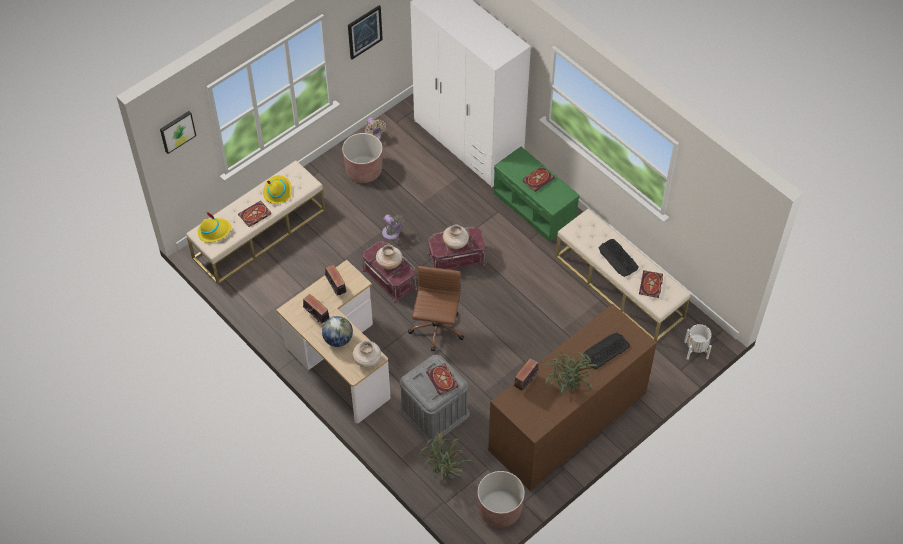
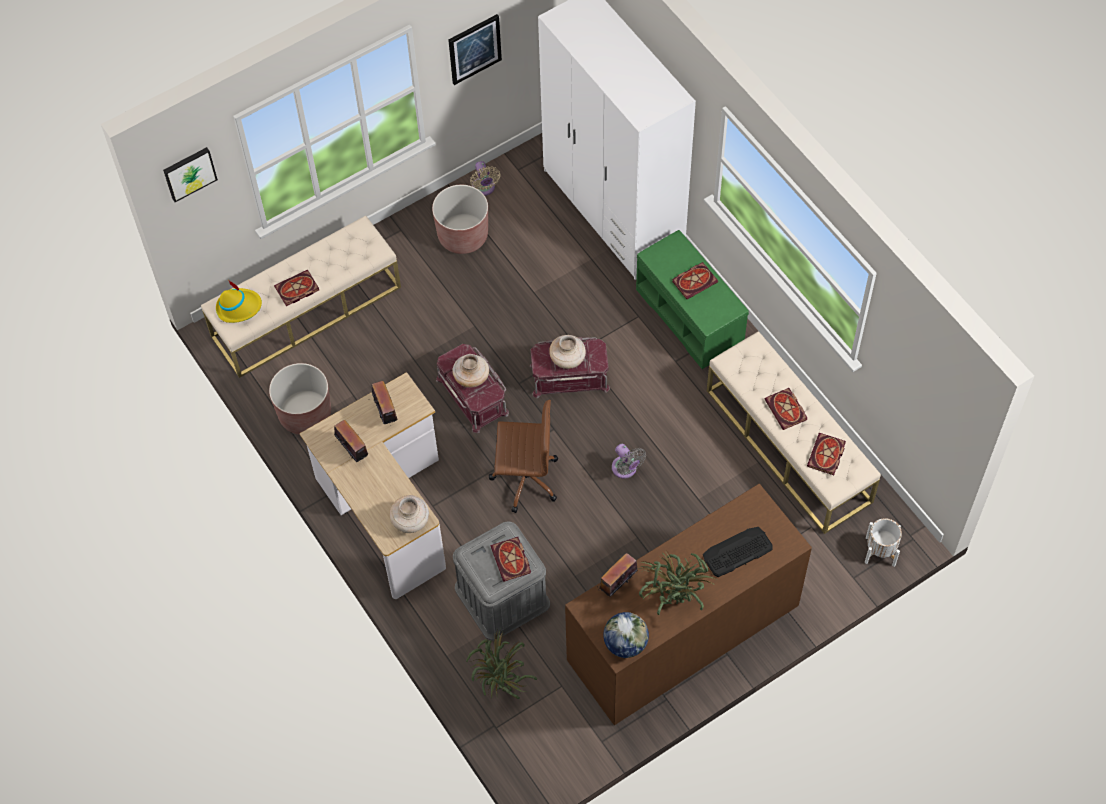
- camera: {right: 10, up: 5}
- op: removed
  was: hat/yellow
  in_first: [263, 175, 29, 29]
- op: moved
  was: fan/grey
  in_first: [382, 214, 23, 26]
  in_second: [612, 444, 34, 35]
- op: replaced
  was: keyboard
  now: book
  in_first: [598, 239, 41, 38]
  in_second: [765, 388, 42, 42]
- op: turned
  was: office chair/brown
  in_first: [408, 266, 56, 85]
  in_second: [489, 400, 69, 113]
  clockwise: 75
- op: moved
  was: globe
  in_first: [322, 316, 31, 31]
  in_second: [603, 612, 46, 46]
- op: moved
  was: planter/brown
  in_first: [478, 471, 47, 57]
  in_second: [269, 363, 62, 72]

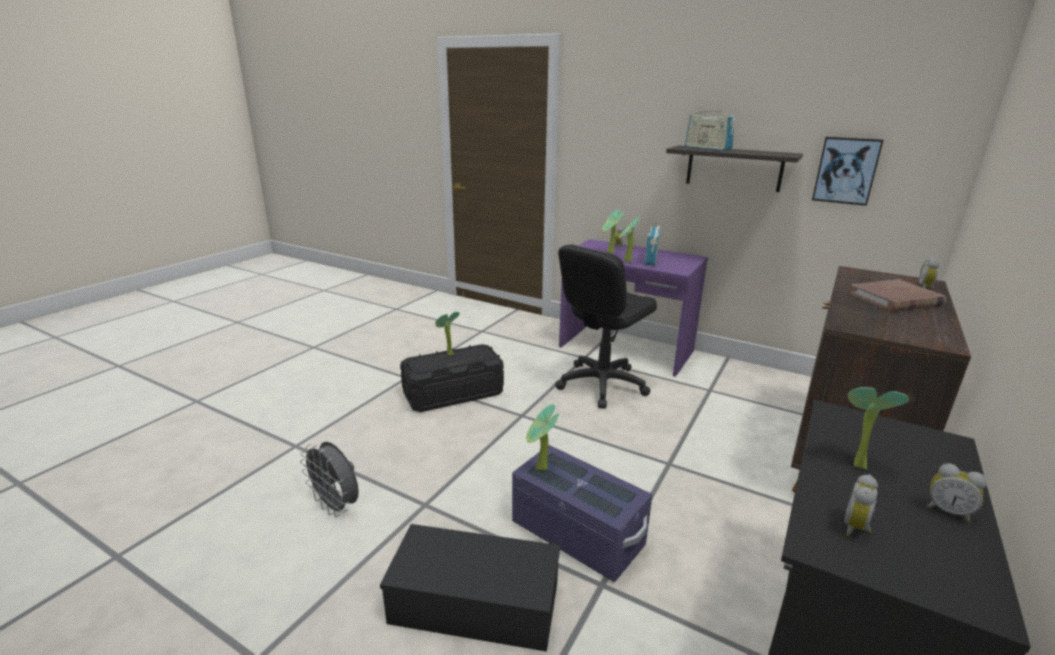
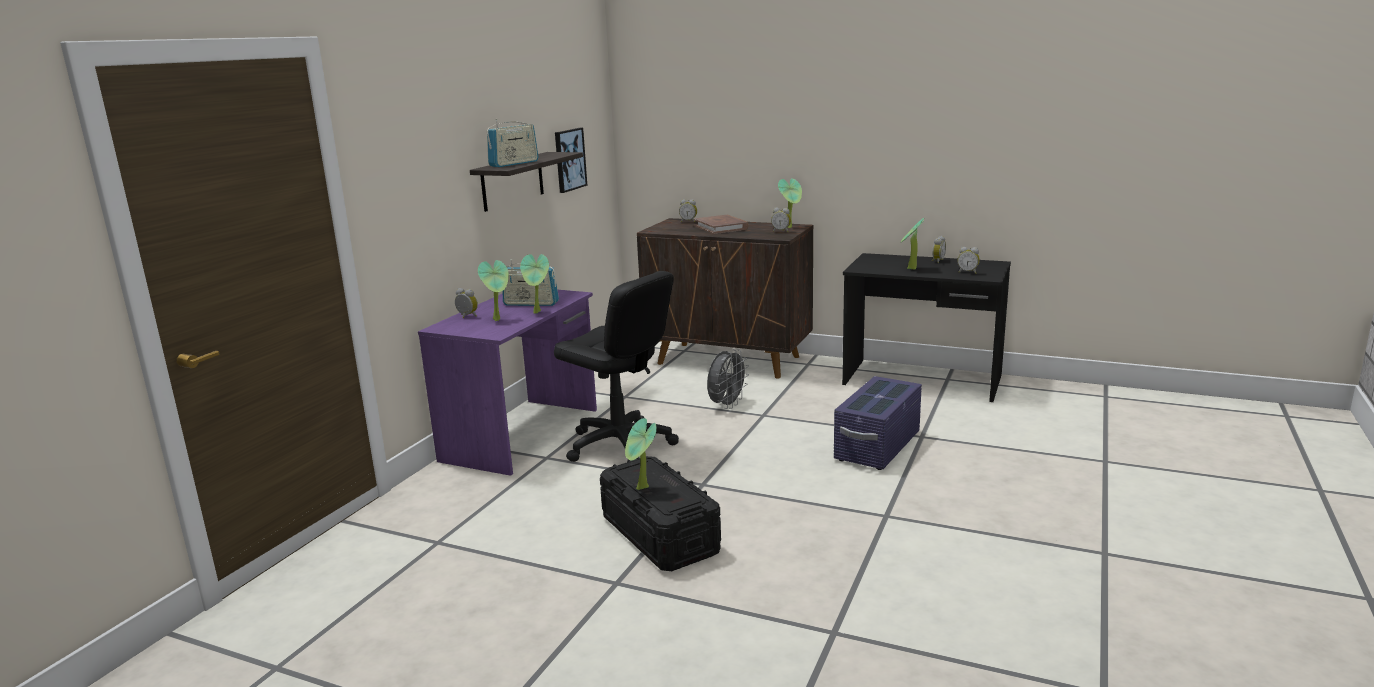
- camera: {right: -95, up: -5}
- op: moved
  was: potted plant
  in_first: [526, 404, 33, 66]
  in_second: [778, 178, 24, 50]
- op: moved
  was: fan/grey
  in_first: [300, 442, 59, 75]
  in_second: [707, 349, 42, 60]
- op: removed
  was: storage box/black
  in_first: [380, 524, 180, 128]
- op: added
  now: alarm clock
  in_second: [771, 208, 20, 24]

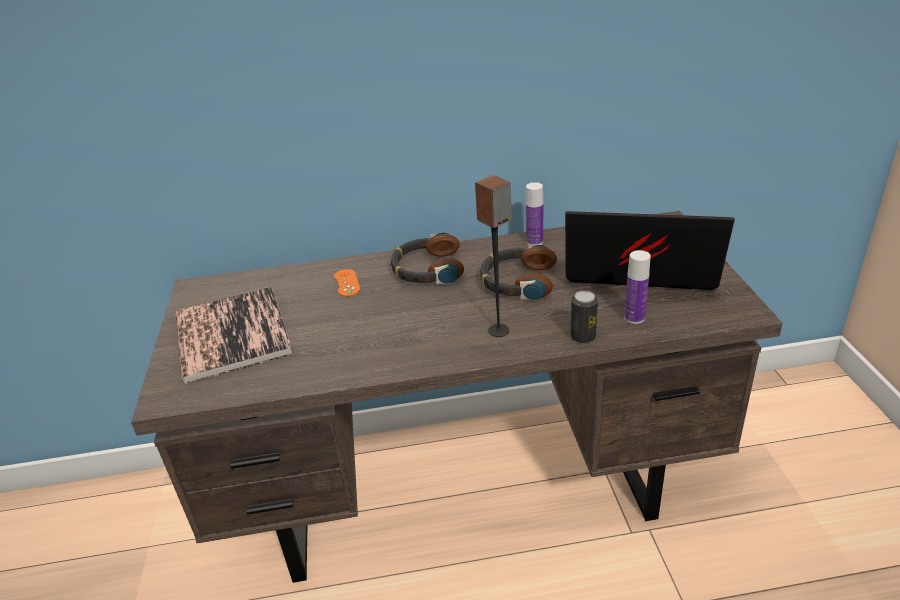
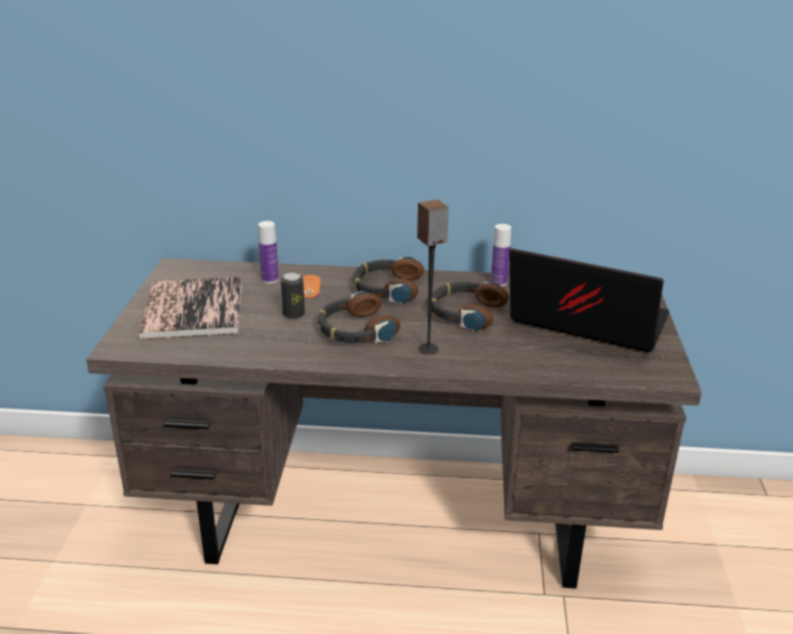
- camera: {right: 10, up: -5}
- op: moved
  was: bottle
  in_first: [624, 250, 27, 74]
  in_second: [258, 221, 21, 63]
- op: moved
  was: can
  in_first: [570, 290, 28, 54]
  in_second: [281, 272, 24, 47]
- op: added
  now: headphones
  in_second: [318, 291, 82, 52]

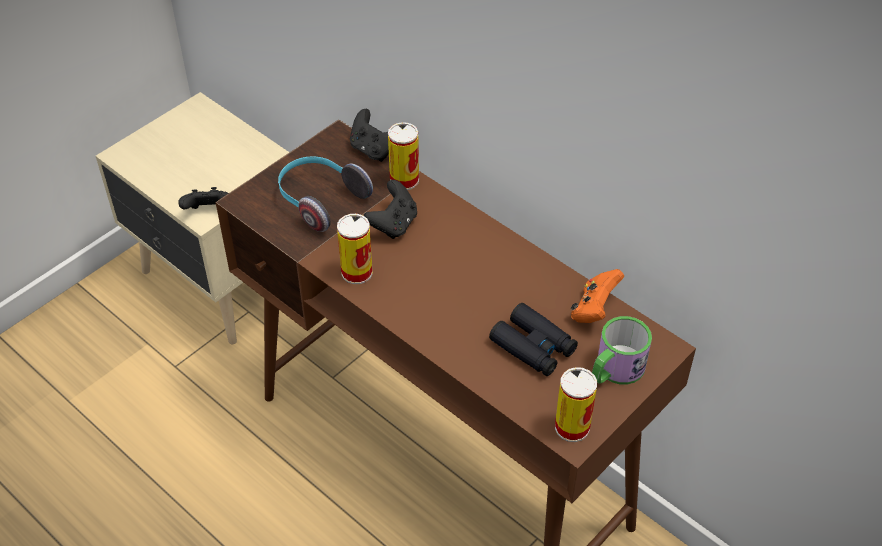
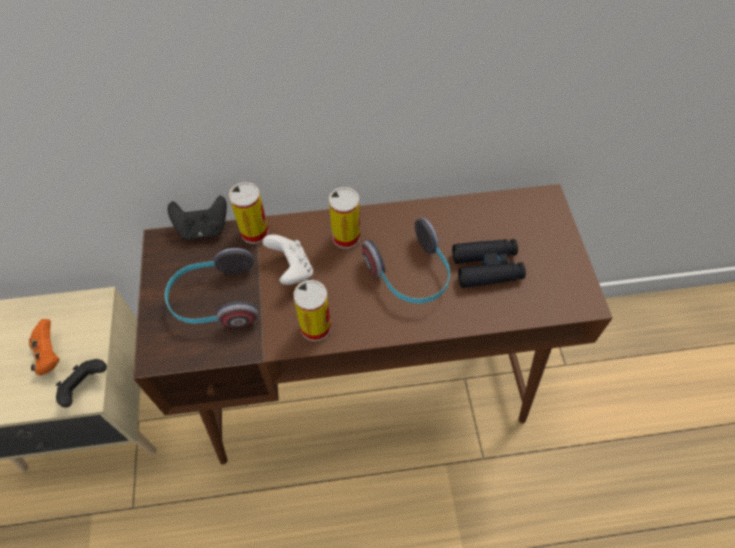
- camera: {right: -50, up: 10}
- op: recoloured
  was: game controller/black
  now: game controller/white
  in_first: [364, 180, 53, 59]
  in_second: [263, 235, 50, 50]
- op: moved
  was: game controller/orange
  in_first: [571, 269, 53, 54]
  in_second: [29, 319, 31, 57]
- op: removed
  was: mug
  in_first: [592, 316, 60, 69]
- op: moved
  was: can
  in_first: [555, 367, 42, 75]
  in_second: [329, 187, 31, 62]
- op: added
  now: headphones
  in_second: [362, 218, 88, 85]

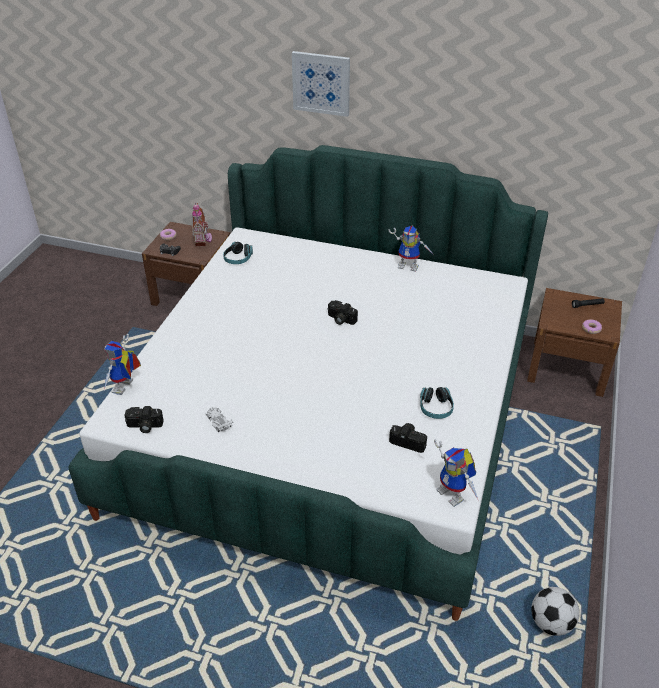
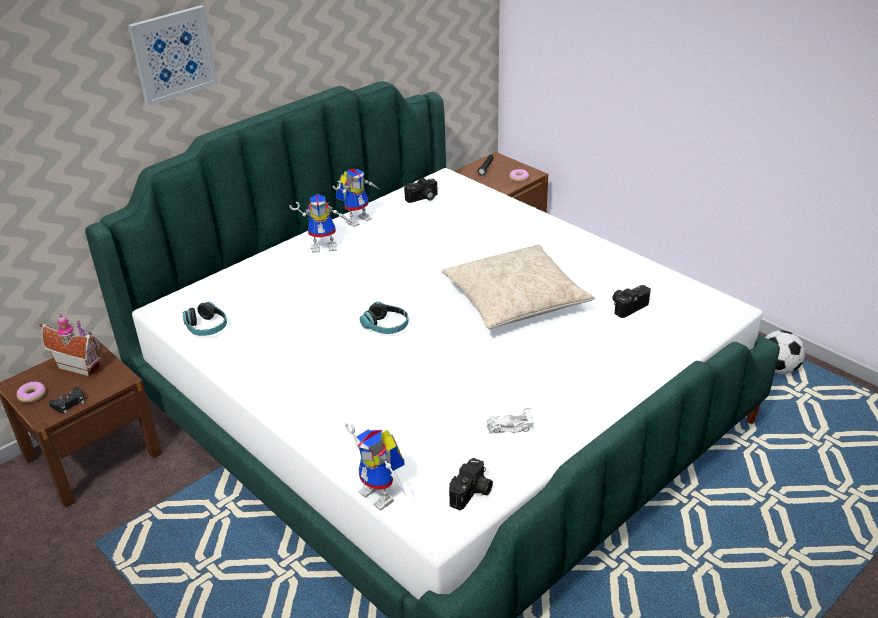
- camera: {right: -60, up: -5}
- op: moved
  was: photo camera
  in_first: [327, 300, 31, 25]
  in_second: [404, 178, 34, 25]
- op: moved
  was: headphones
  in_first: [420, 387, 34, 32]
  in_second: [360, 302, 49, 32]
- op: moved
  was: toy robot
  in_first: [434, 439, 45, 68]
  in_second: [289, 194, 66, 59]
- op: added
  now: pillow/beige
  in_second: [441, 244, 154, 85]

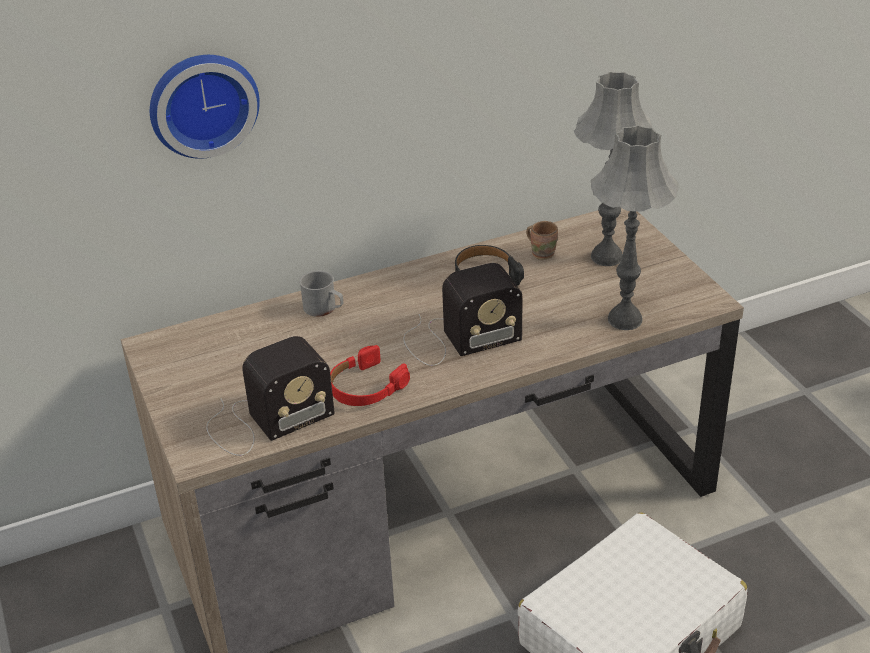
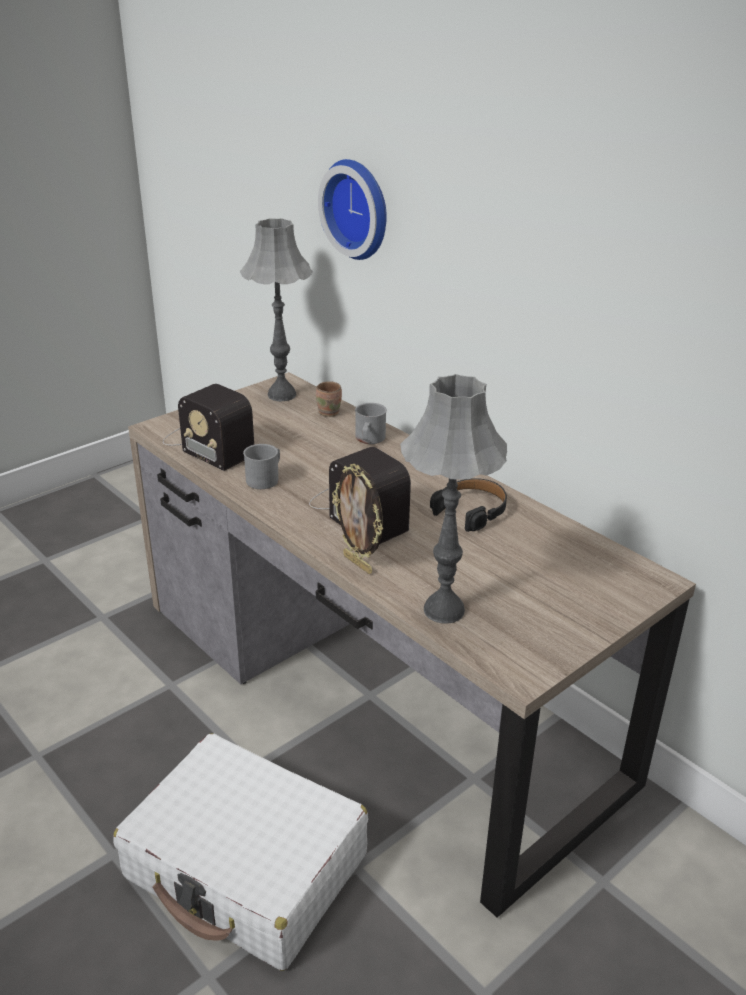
- camera: {right: 70, up: -5}
- op: moved
  was: table lamp/grey
  in_first: [574, 72, 79, 194]
  in_second: [240, 218, 73, 183]
- op: moved
  was: mug/brown
  in_first: [526, 221, 32, 39]
  in_second: [316, 381, 26, 36]
- op: replaced
  was: headphones/red
  now: mug/grey
  in_first: [330, 345, 80, 61]
  in_second: [243, 444, 37, 45]
- op: added
  now: picture frame
  in_second: [332, 464, 51, 110]

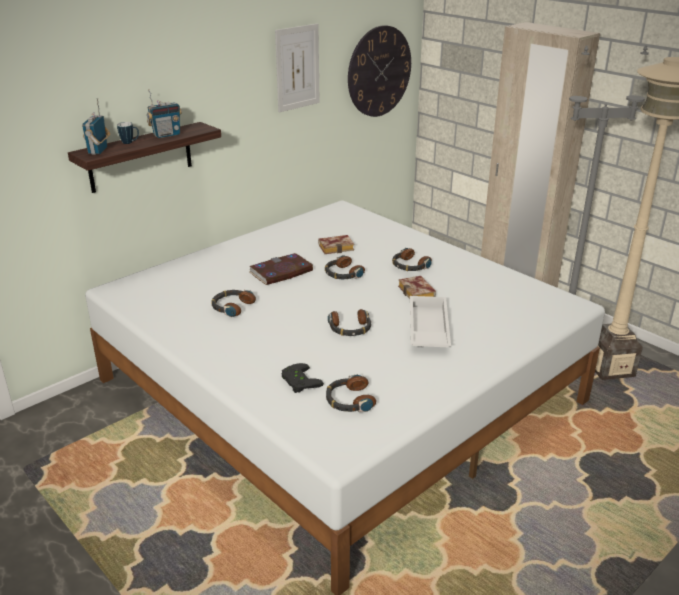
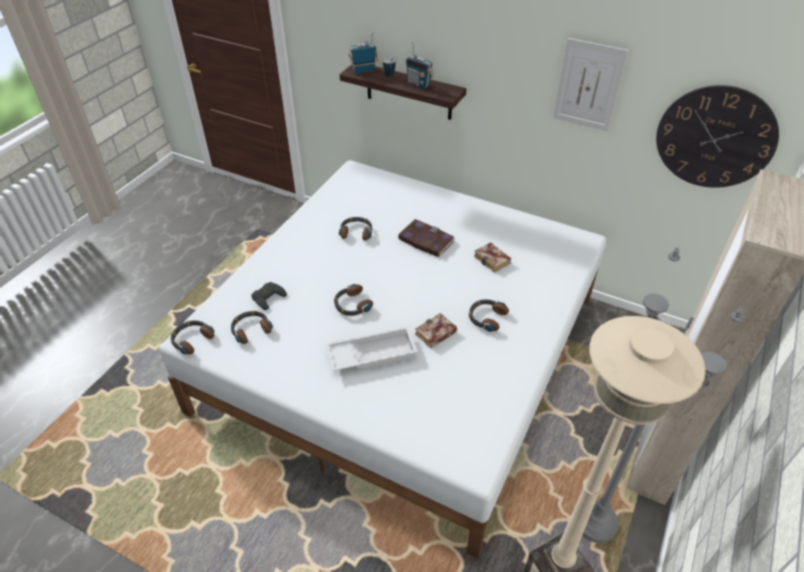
- camera: {right: 70, up: 15}
- op: moved
  was: headphones
  in_first: [325, 255, 40, 24]
  in_second: [171, 320, 43, 35]

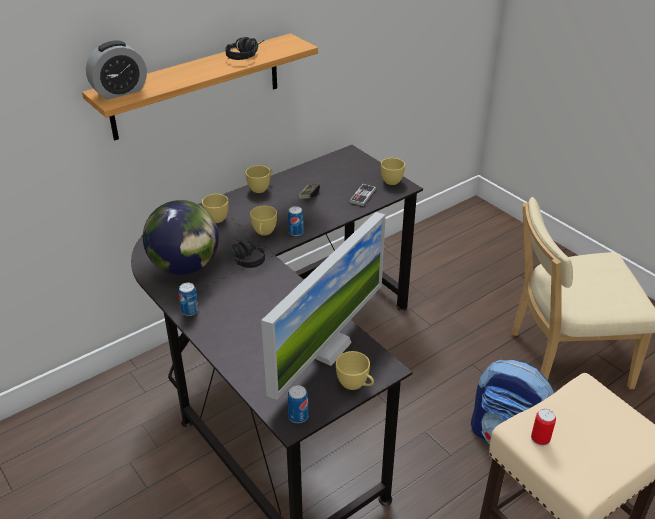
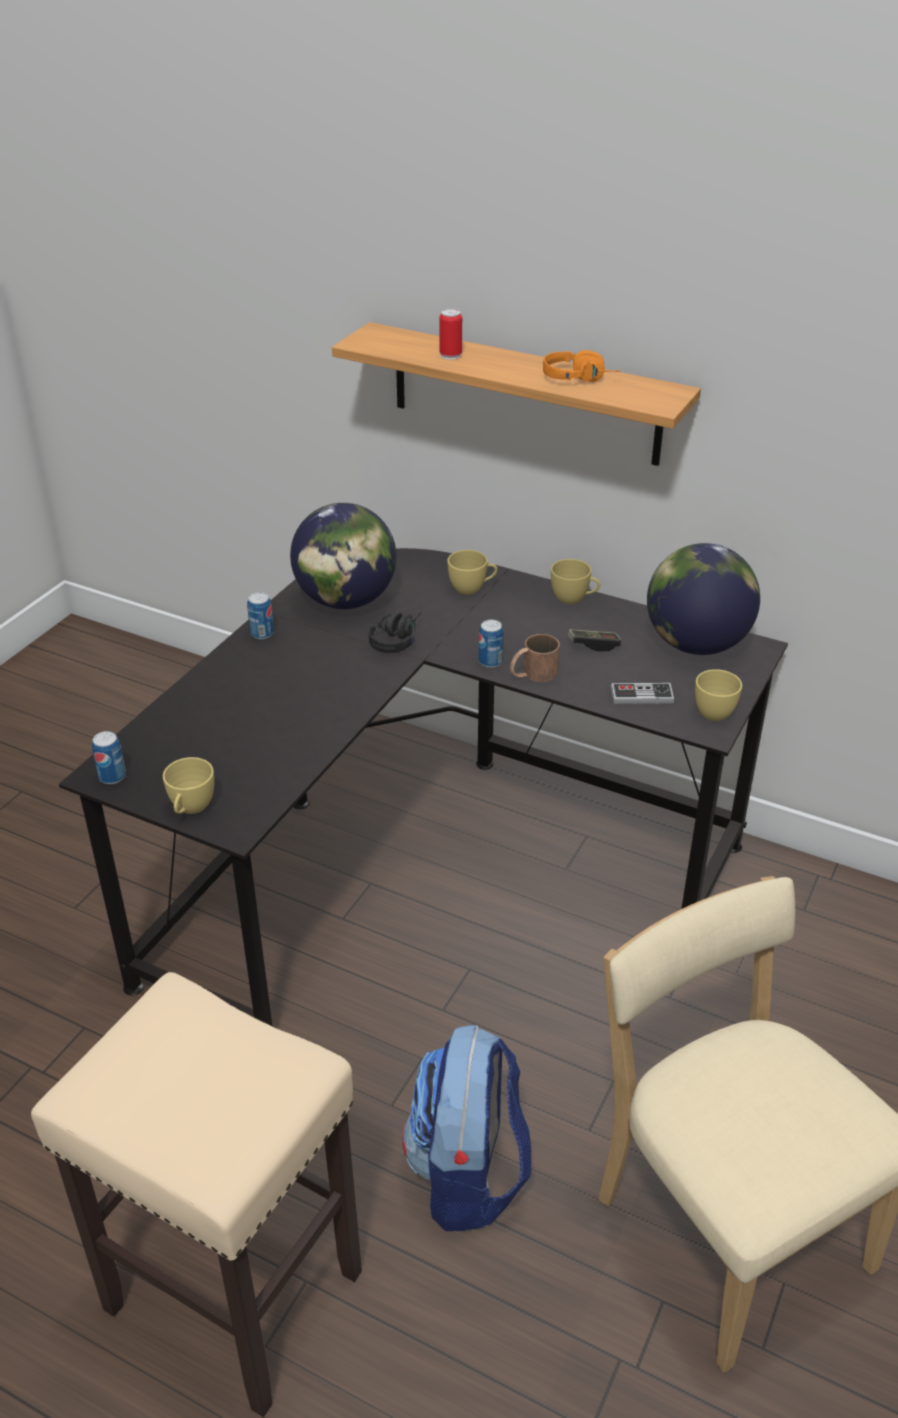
- camera: {right: 65, up: 0}
- op: recoloured
  was: headphones/black
  now: headphones/orange
  in_first: [225, 37, 39, 23]
  in_second: [543, 350, 78, 32]
- op: removed
  was: alarm clock
  in_first: [86, 41, 61, 59]
- op: removed
  was: cup/yellow
  in_first: [250, 205, 27, 31]
- op: removed
  was: monitor
  in_first: [261, 212, 125, 188]
- op: moved
  was: can
  in_first: [531, 408, 25, 39]
  in_second: [439, 309, 23, 51]
- op: added
  now: globe
  in_second: [647, 543, 113, 112]
- op: added
  now: mug/brown
  in_second: [510, 634, 50, 48]

